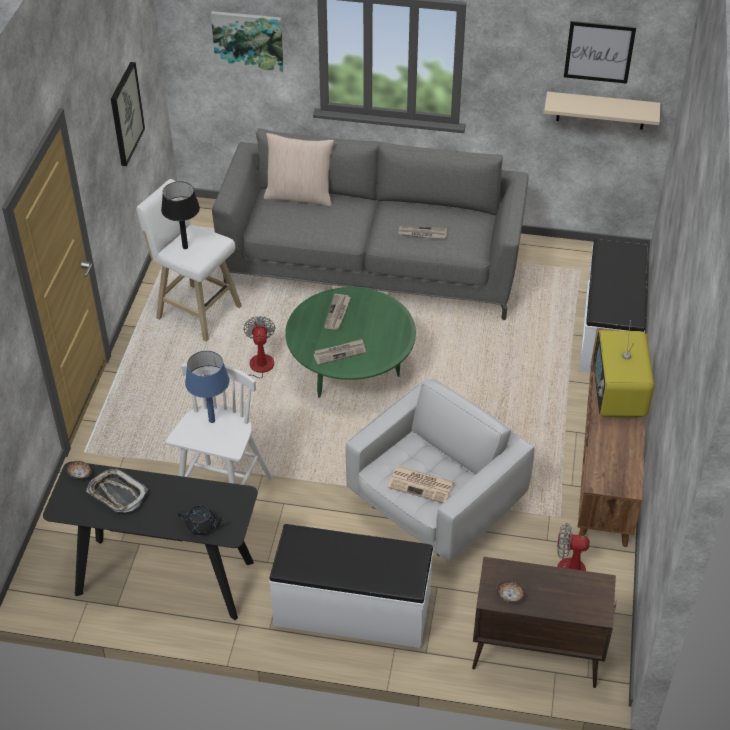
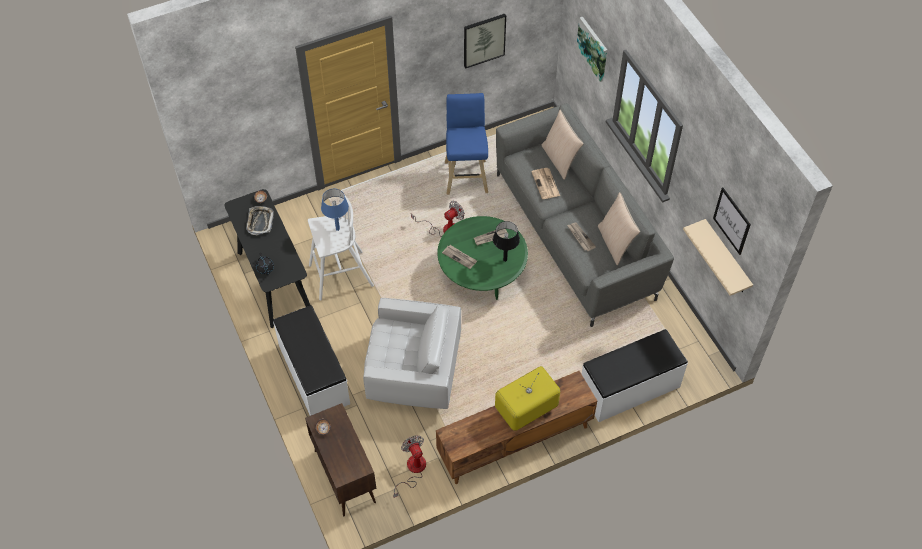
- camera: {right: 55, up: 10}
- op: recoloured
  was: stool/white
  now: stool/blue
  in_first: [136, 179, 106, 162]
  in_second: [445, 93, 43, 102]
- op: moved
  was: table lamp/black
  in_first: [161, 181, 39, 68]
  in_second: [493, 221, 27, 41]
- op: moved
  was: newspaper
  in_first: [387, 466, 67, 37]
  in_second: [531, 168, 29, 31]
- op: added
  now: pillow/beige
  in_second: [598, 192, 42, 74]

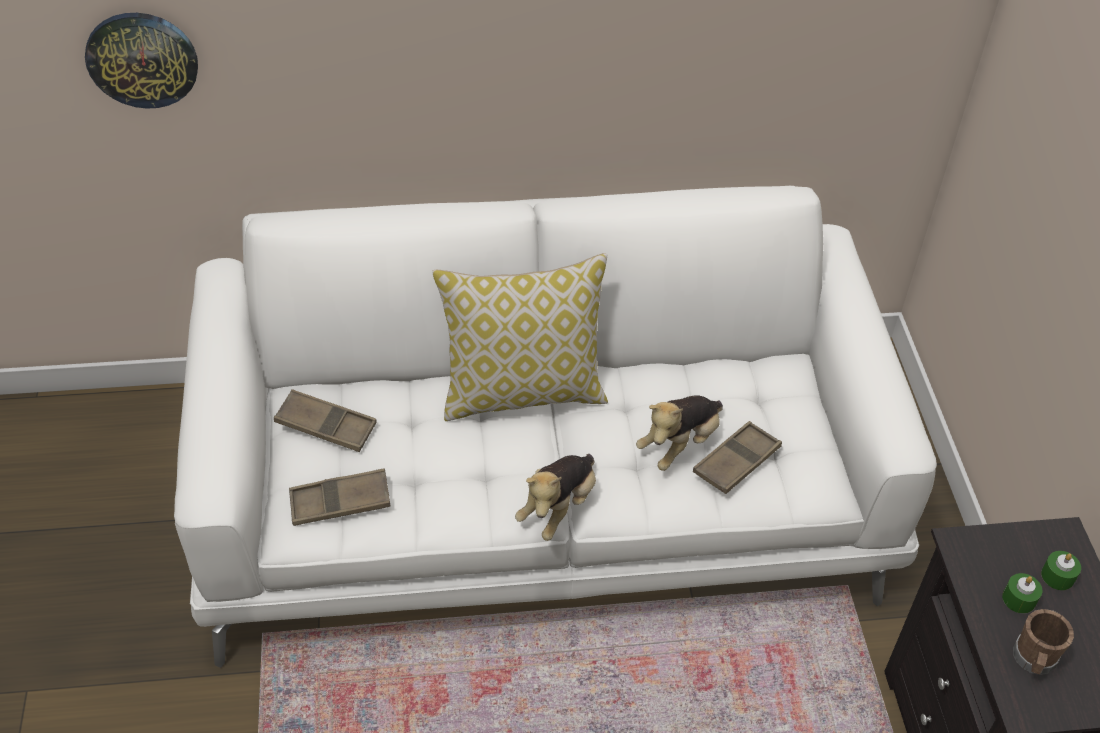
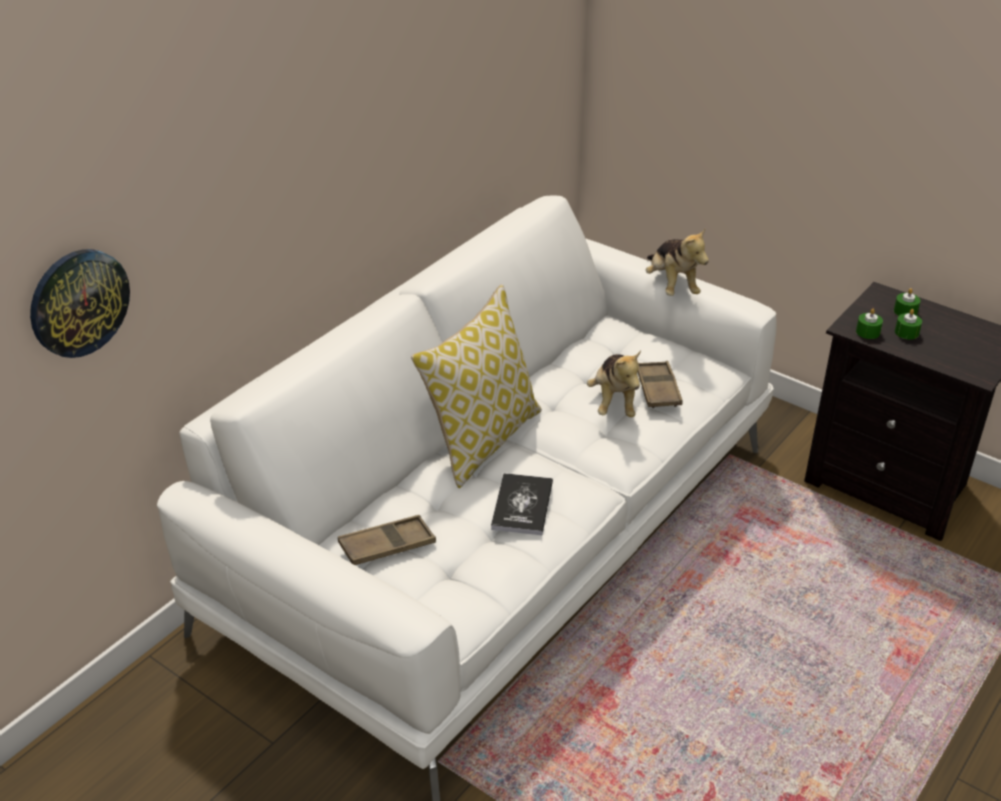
- camera: {right: -45, up: -10}
- op: moved
  was: plush toy
  in_first: [515, 454, 81, 87]
  in_second: [646, 227, 63, 69]
- op: removed
  was: tray/brown
  in_first: [289, 468, 102, 58]
- op: removed
  was: mug/brown
  in_first: [1013, 609, 61, 66]
- op: added
  now: candle/green
  in_second: [856, 309, 27, 30]
- op: added
  now: book
  in_second: [491, 473, 62, 62]

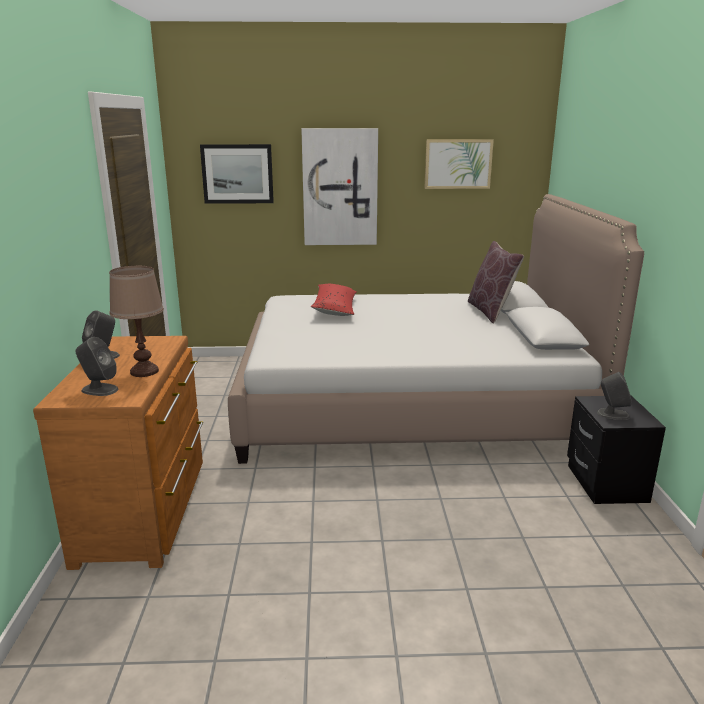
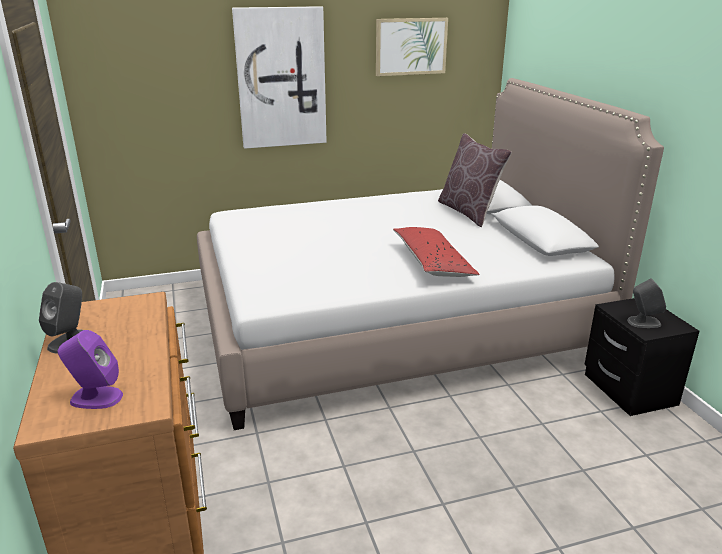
- camera: {right: -15, up: 5}
- op: removed
  was: picture
  in_first: [200, 144, 74, 60]
- op: removed
  was: table lamp/brown
  in_first: [109, 266, 55, 111]
- op: moved
  was: pillow/red
  in_first: [311, 284, 46, 32]
  in_second: [393, 227, 87, 50]
- op: recoloured
  was: speaker/grey
  now: speaker/purple
  in_first: [76, 337, 43, 59]
  in_second: [58, 330, 65, 79]

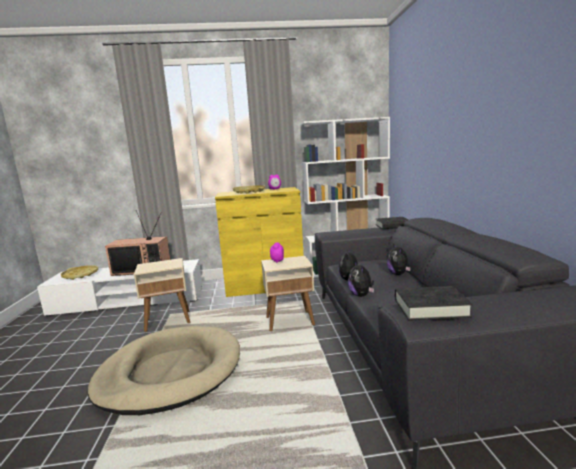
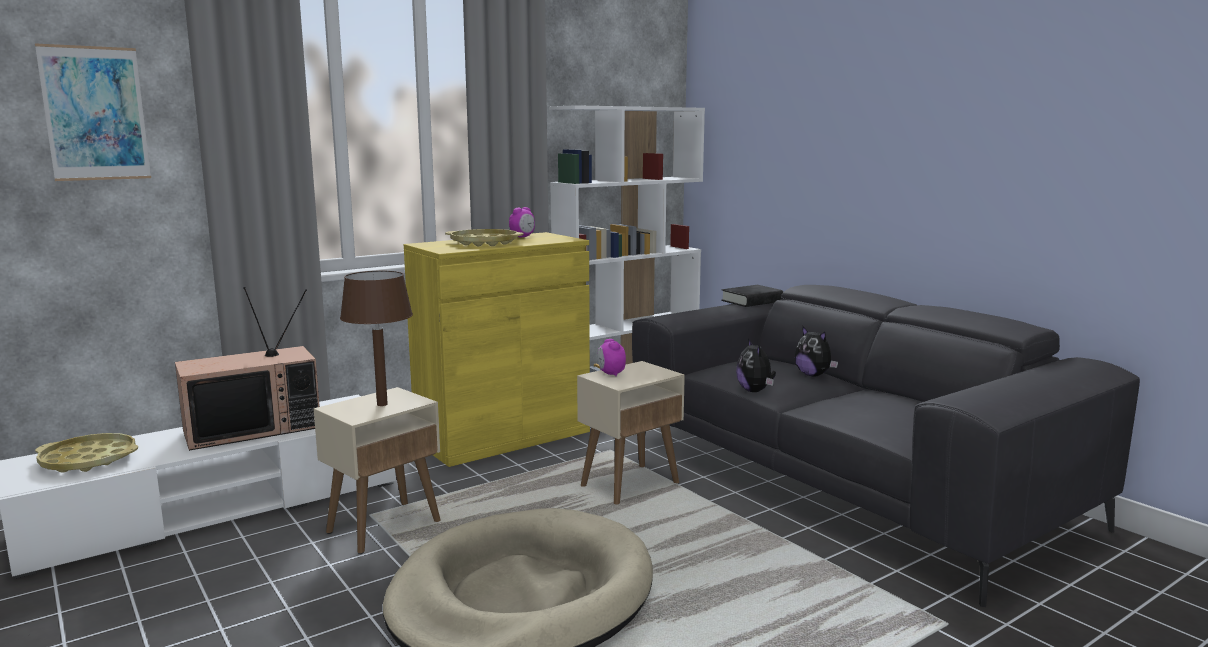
- camera: {right: -30, up: 0}
- op: removed
  was: plush toy
  in_first: [348, 261, 26, 36]
- op: removed
  was: book/black
  in_first: [395, 286, 78, 35]
- op: added
  now: picture
  in_second: [35, 43, 116, 138]
- op: added
  now: table lamp/brown
  in_second: [340, 271, 73, 135]

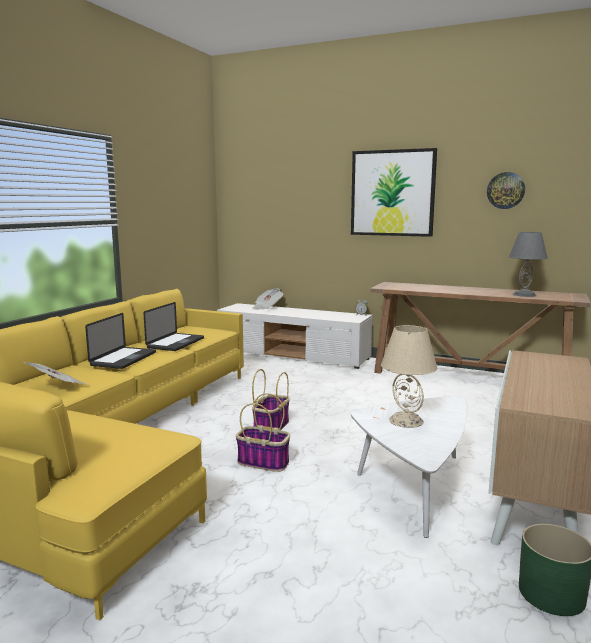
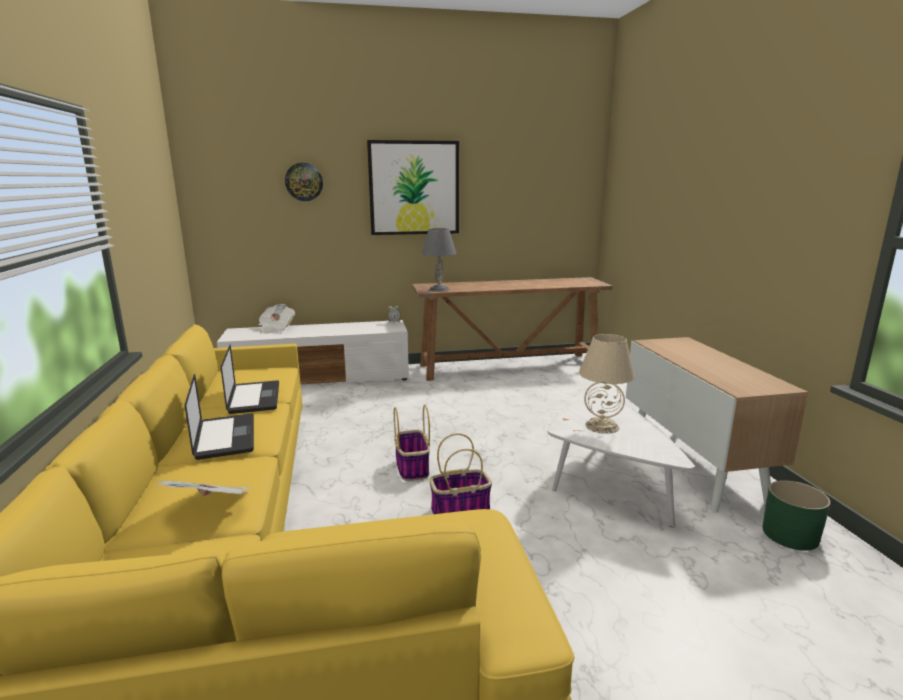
- camera: {right: -35, up: 5}
- op: moved
  was: wall clock
  in_first: [487, 172, 38, 37]
  in_second: [285, 163, 38, 38]
- op: moved
  was: table lamp/grey
  in_first: [509, 232, 39, 65]
  in_second: [422, 228, 34, 64]

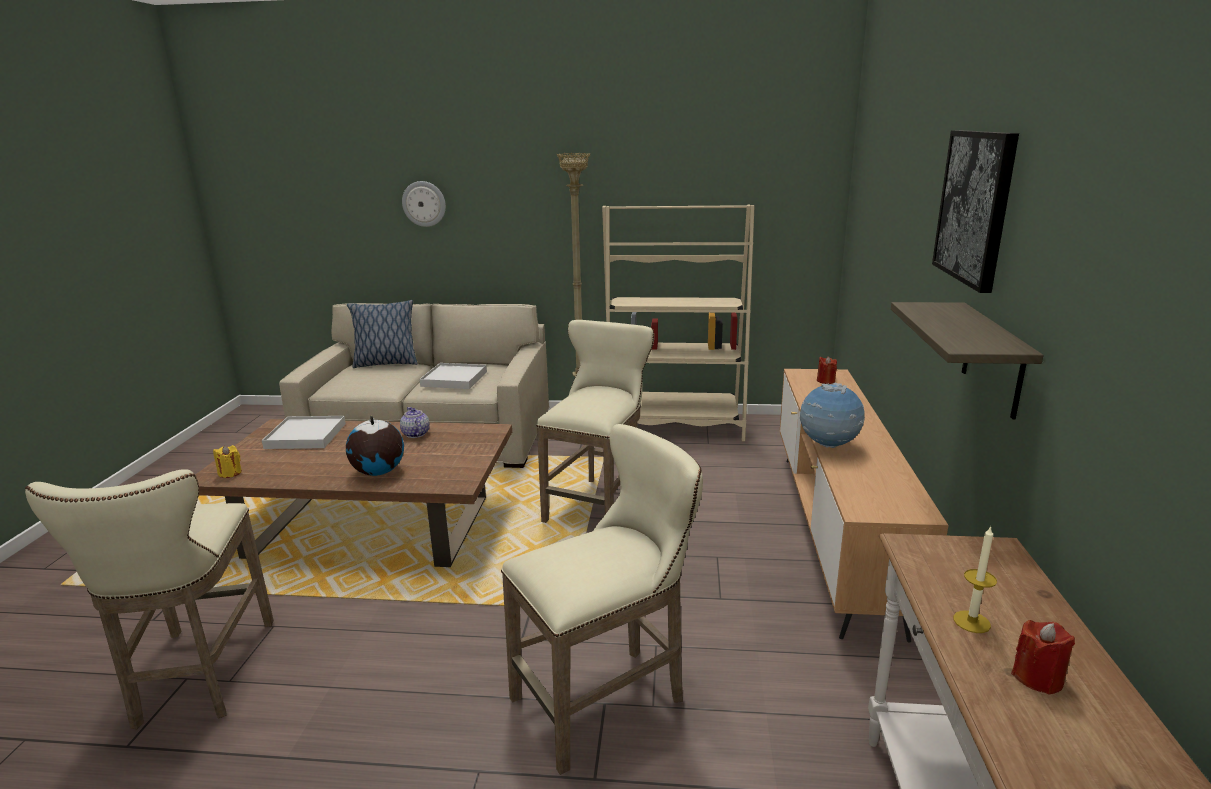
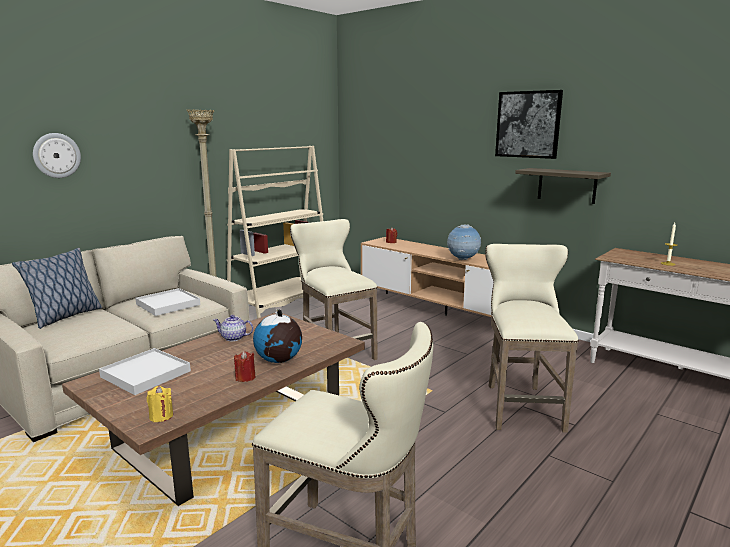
- camera: {right: -55, up: -5}
- op: moved
  was: candle/red
  in_first: [1011, 620, 64, 75]
  in_second: [234, 351, 21, 31]

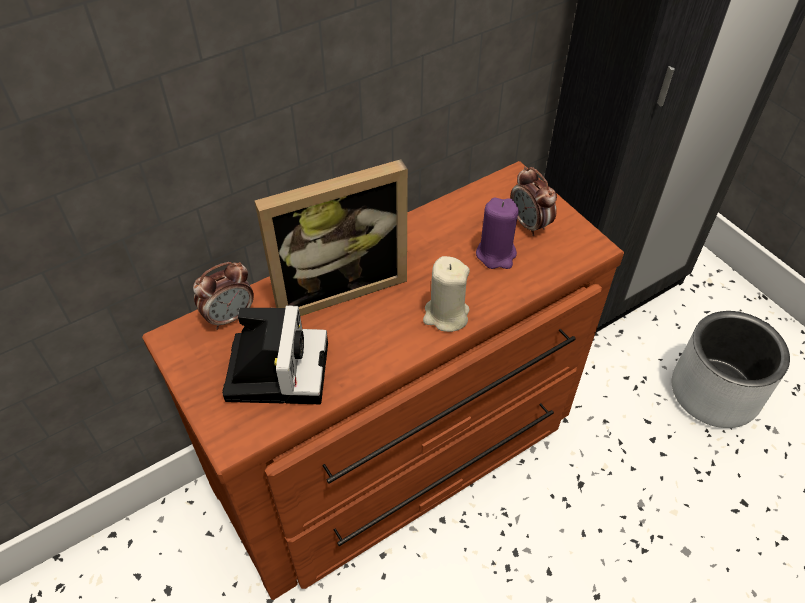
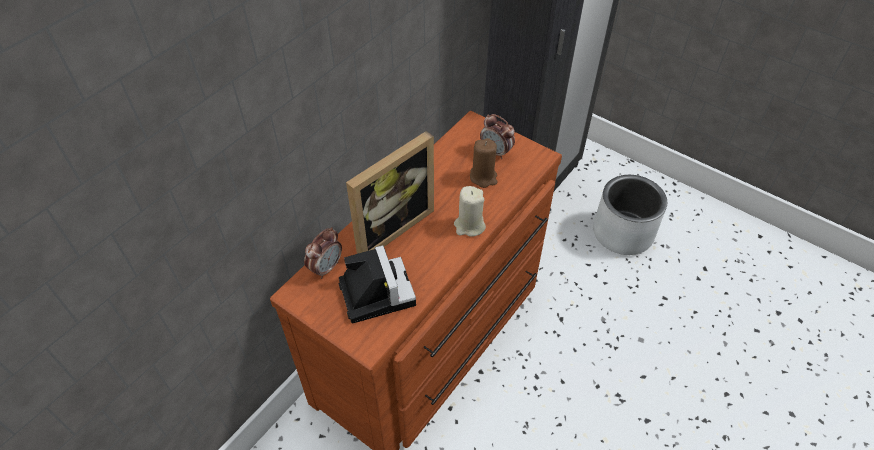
- camera: {right: -20, up: 0}
- op: recoloured
  was: candle/purple
  now: candle/brown
  in_first: [476, 198, 43, 71]
  in_second: [470, 138, 27, 50]

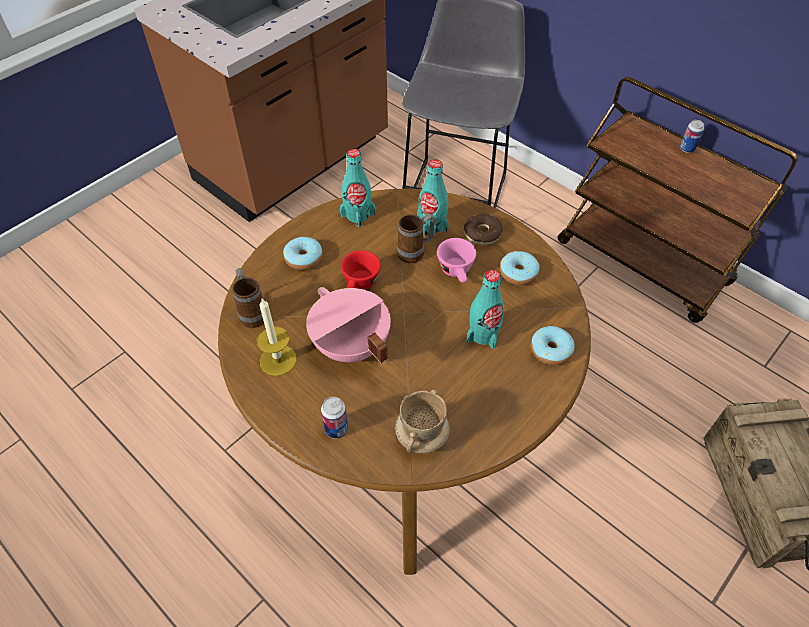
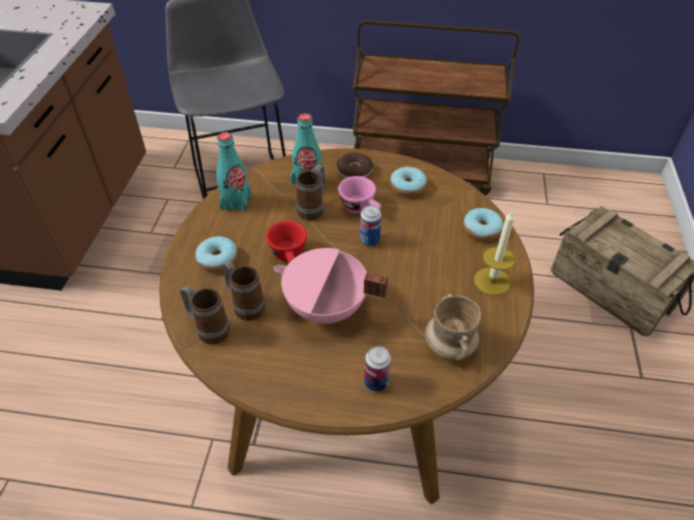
- camera: {right: -35, up: -5}
- op: moved
  was: can
  in_first: [680, 120, 24, 33]
  in_second: [360, 205, 21, 41]
- op: removed
  was: bottle/turquoise
  in_first: [466, 270, 38, 79]
- op: moved
  was: candle
  in_first: [257, 299, 40, 77]
  in_second: [474, 211, 41, 84]
- op: added
  now: mug
  in_second: [222, 261, 43, 60]

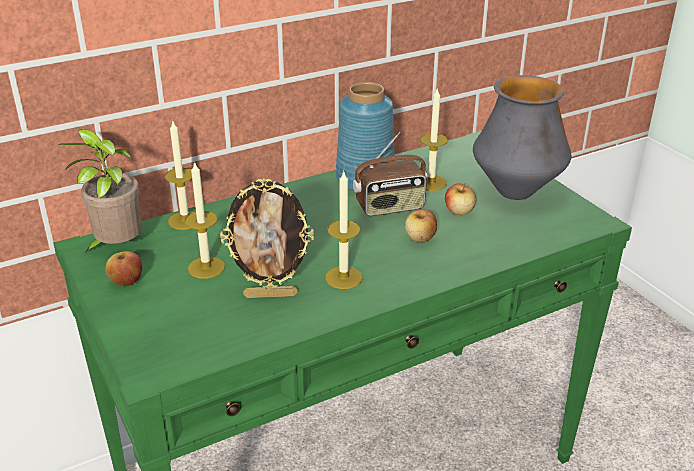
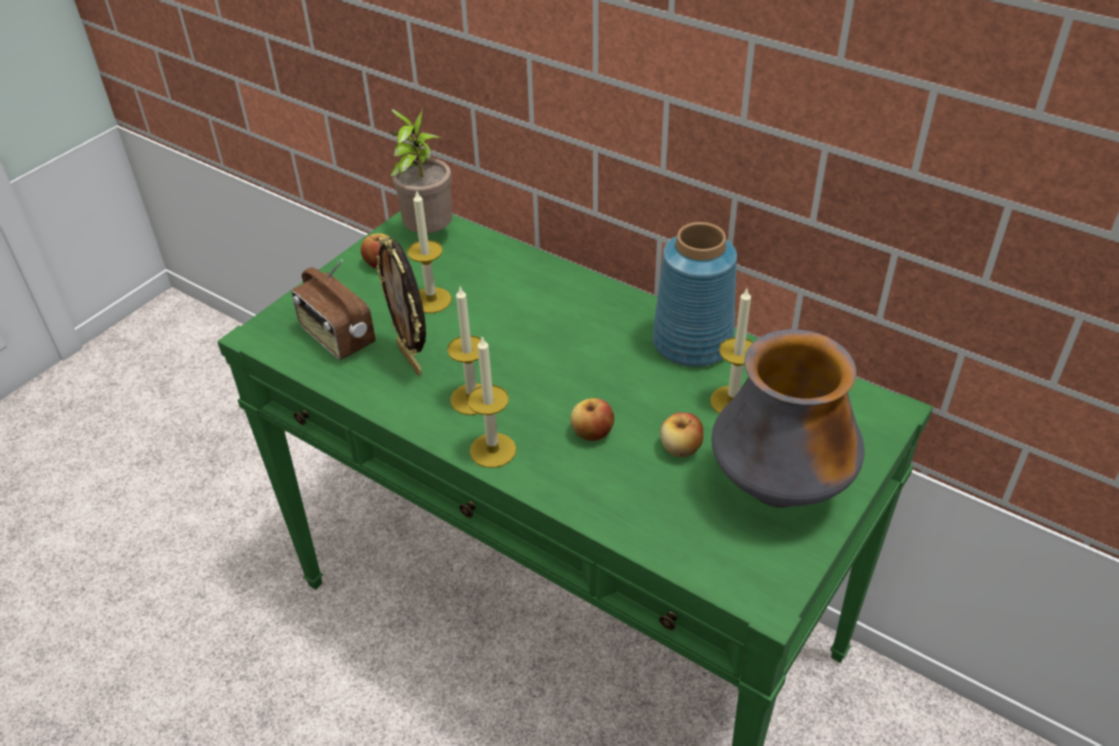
- camera: {right: 65, up: 10}
- op: moved
  was: candle
  in_first: [165, 121, 29, 109]
  in_second: [467, 337, 49, 131]
- op: moved
  was: radio
  in_first: [353, 132, 75, 84]
  in_second: [291, 260, 84, 100]

